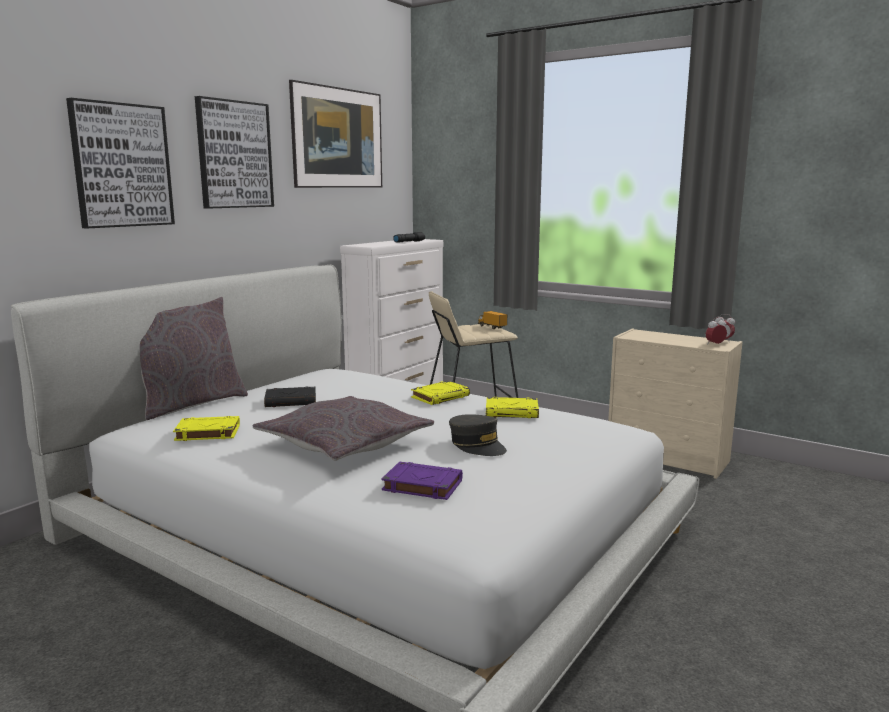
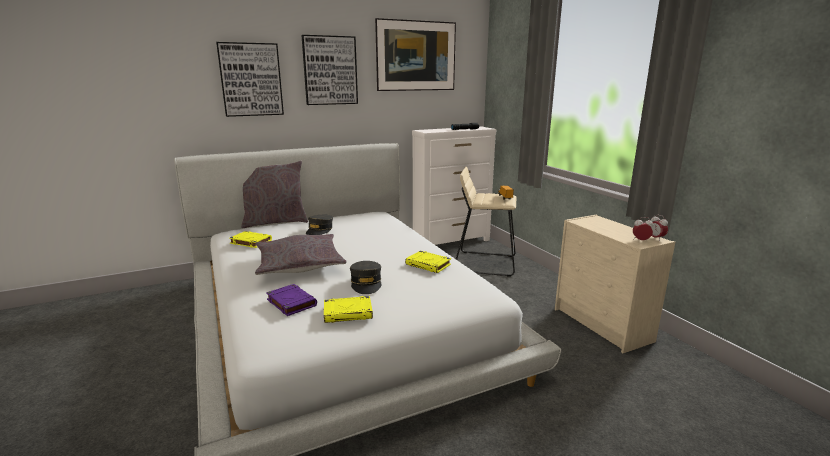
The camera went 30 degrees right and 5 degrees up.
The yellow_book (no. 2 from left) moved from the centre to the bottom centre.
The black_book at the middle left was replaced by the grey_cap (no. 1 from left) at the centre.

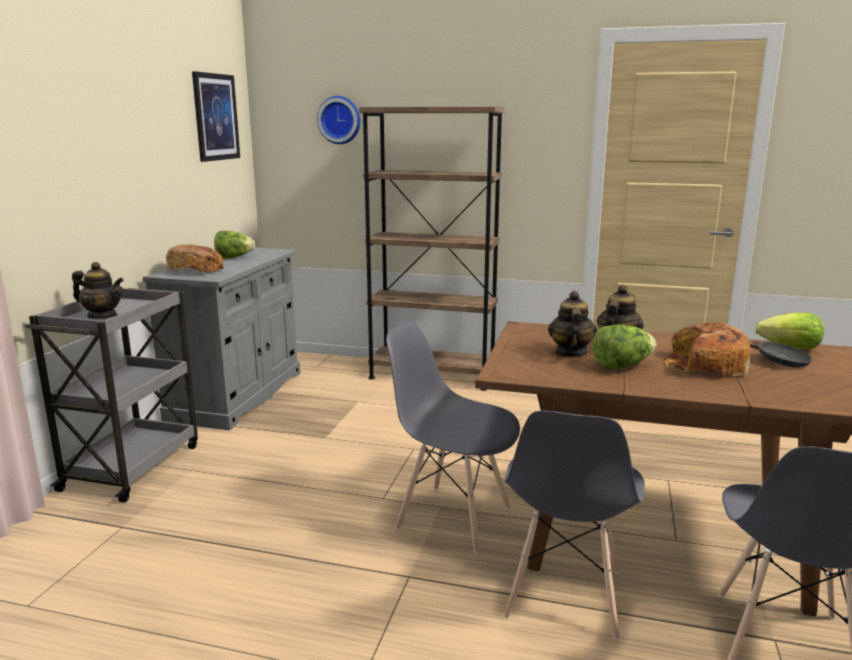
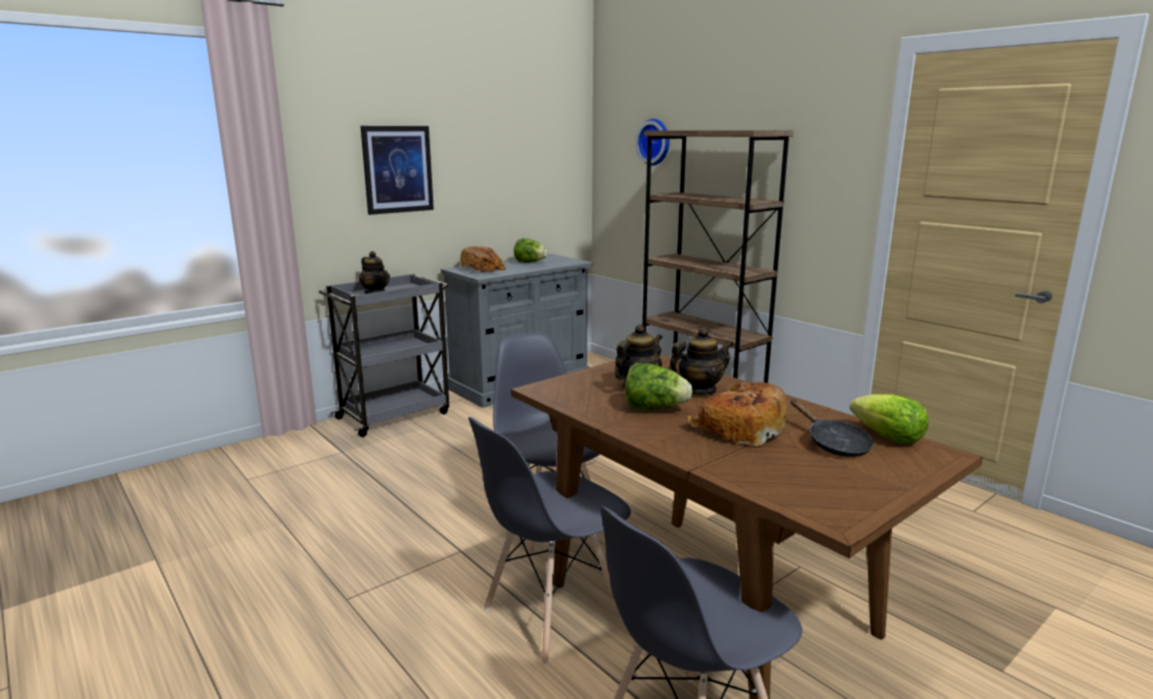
The camera went 35 degrees right and 0 degrees up.
The picture moved from the top left to the top centre.

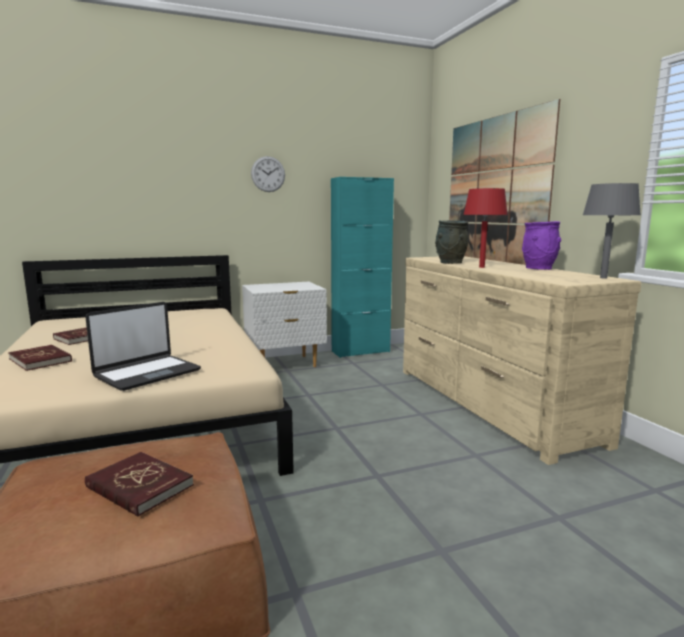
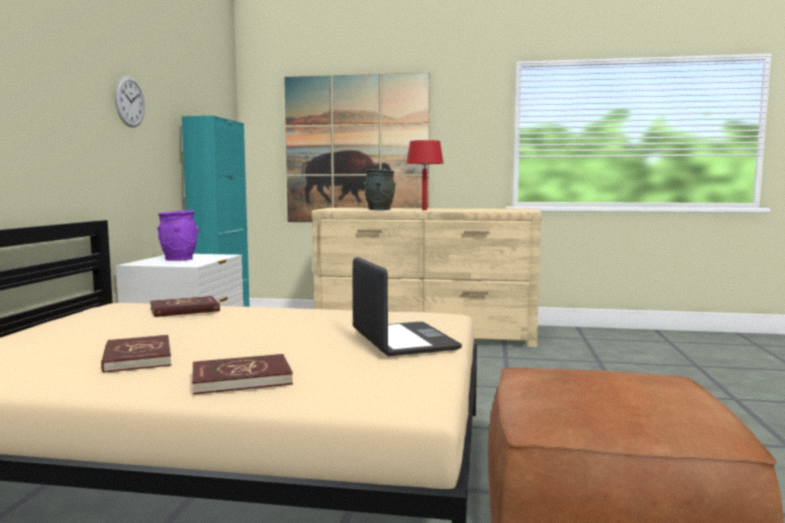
The camera went 60 degrees left and 5 degrees down.
The grey_table_lamp at the middle right disappeared.
The purple_vase moved from the middle right to the middle left.
The red_book (no. 3 from left in the first image) moved from the bottom left to the middle left.

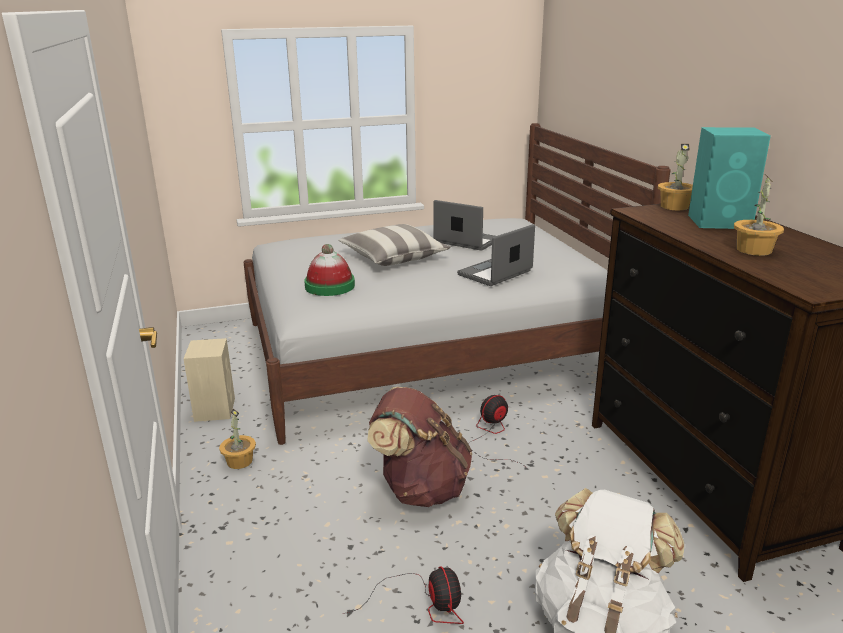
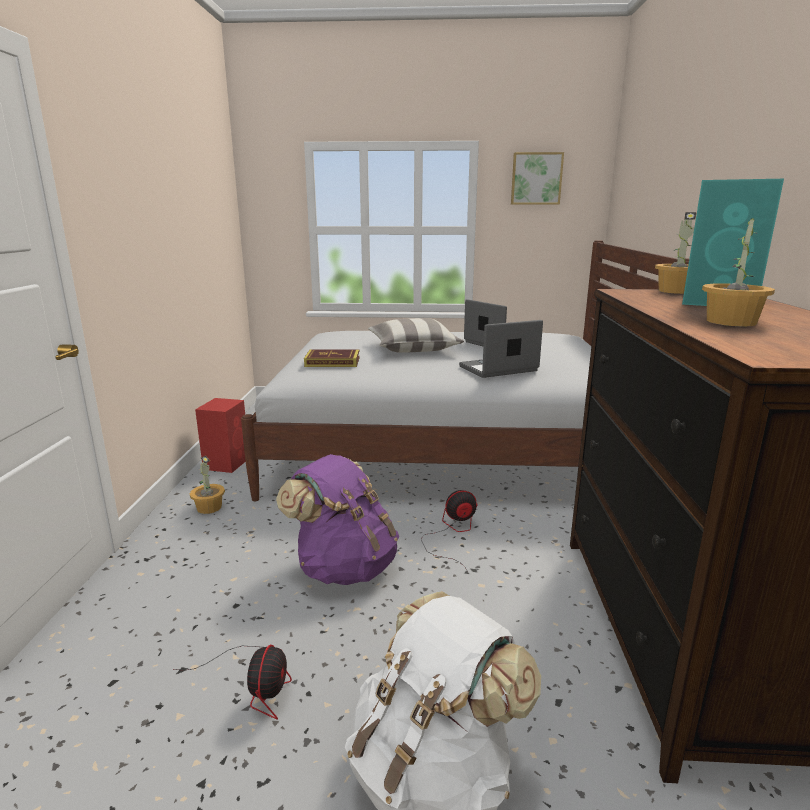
The camera went 20 degrees right and 5 degrees down.
The hat at the centre was replaced by the book at the centre.
The beige_speaker at the middle left became the red_speaker at the middle left.
The brown_backpack at the bottom centre became the purple_backpack at the centre.
The picture at the top centre appeared.

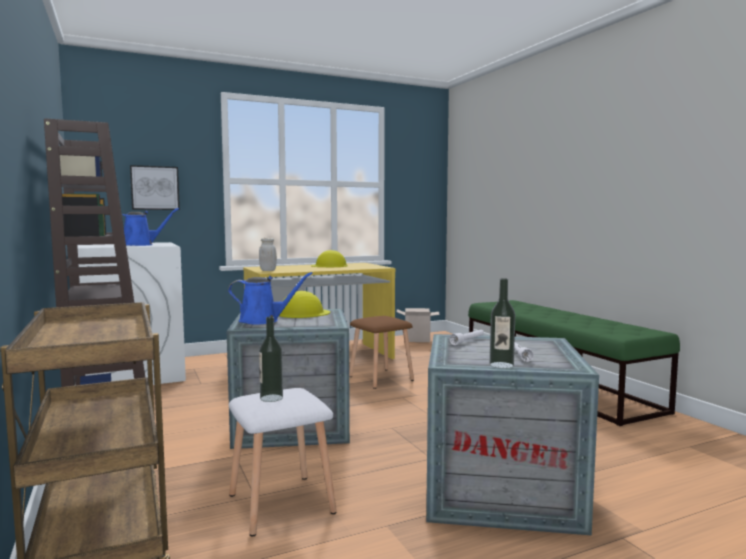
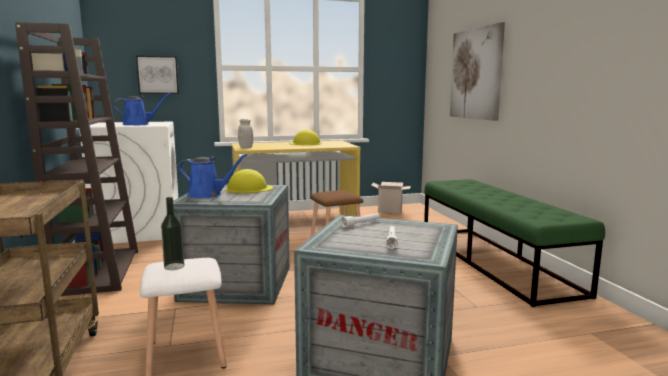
The camera went 10 degrees right and 5 degrees up.
The bottle (no. 2 from left) at the middle right disappeared.
The picture (no. 2 from left) at the top right appeared.

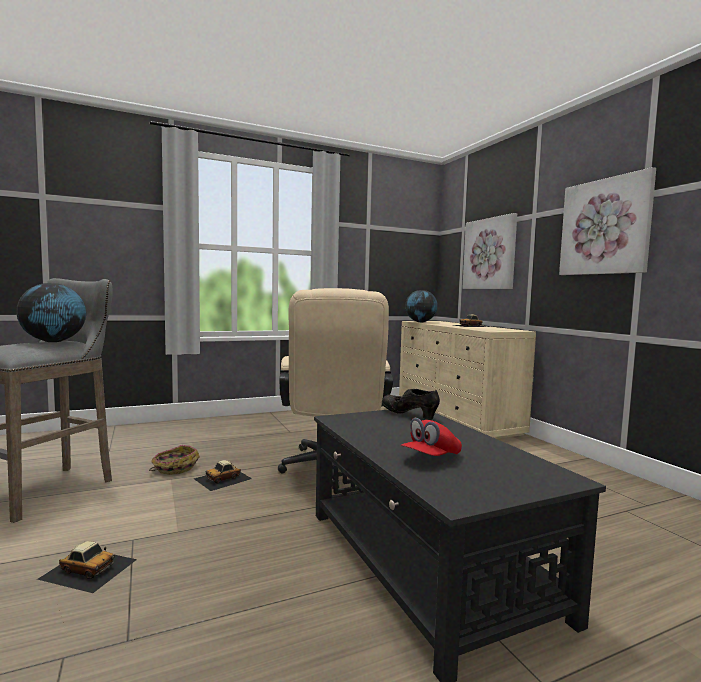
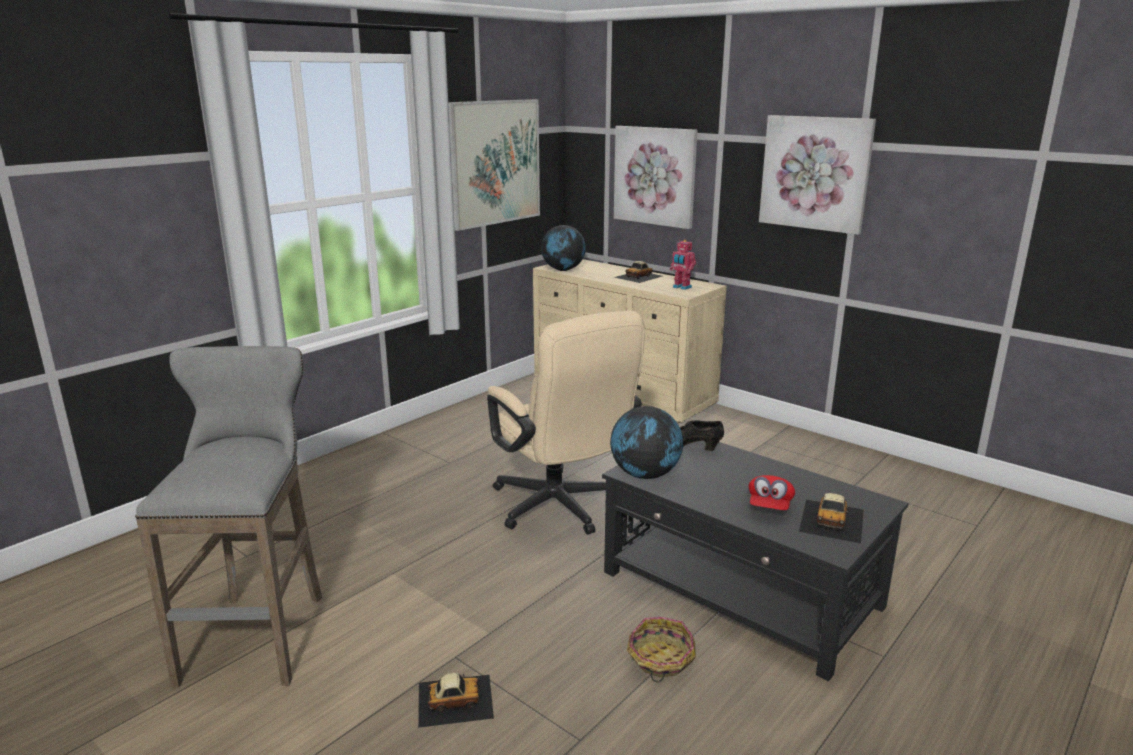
The camera went 25 degrees left and 15 degrees up.
The globe (no. 1 from left in the first image) moved from the middle left to the centre.
The basket moved from the bottom left to the bottom centre.
The toy_car (no. 2 from left in the first image) moved from the bottom left to the bottom right.
The picture (no. 1 from left) at the top centre appeared.
The toy_robot at the centre appeared.

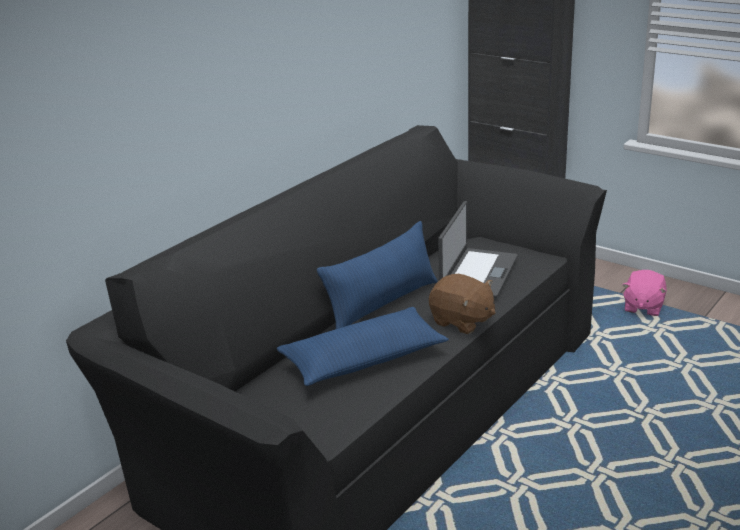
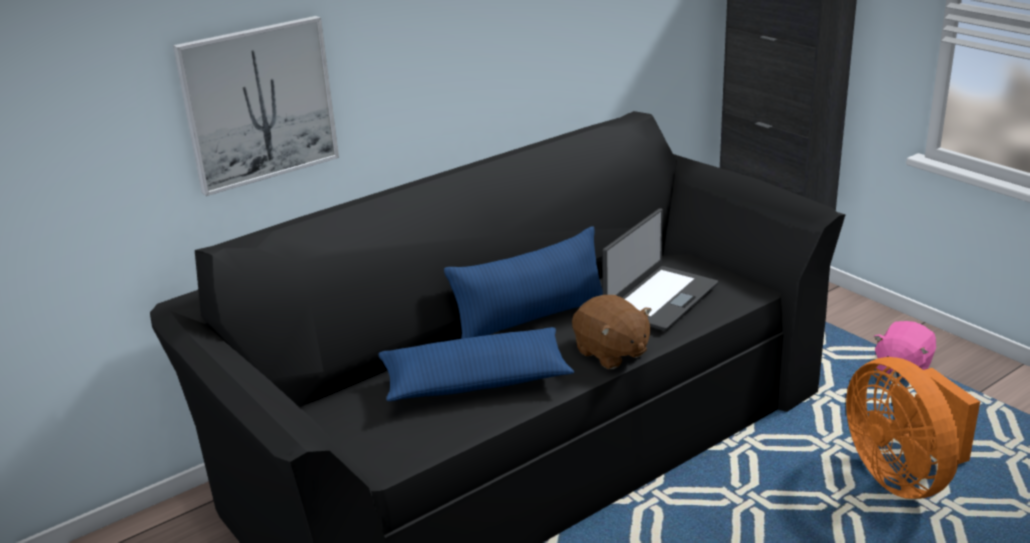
The camera went 15 degrees right and 0 degrees up.
The picture at the top left appeared.
The orange_fan at the bottom right appeared.

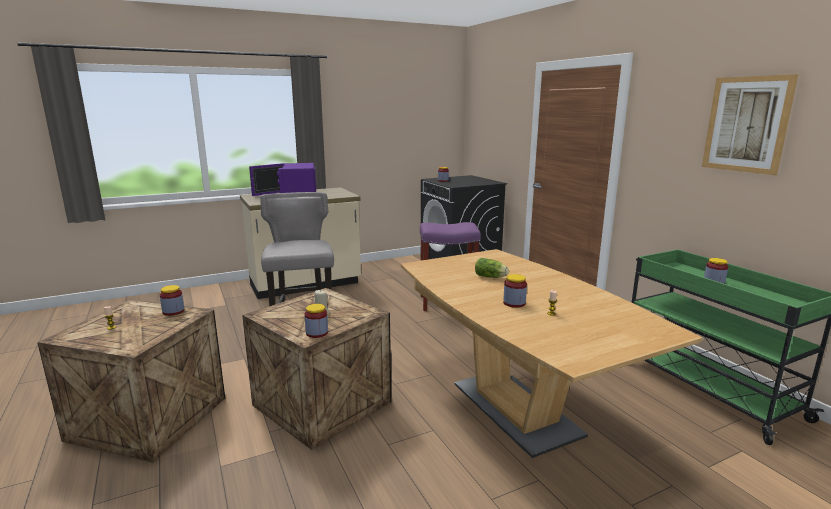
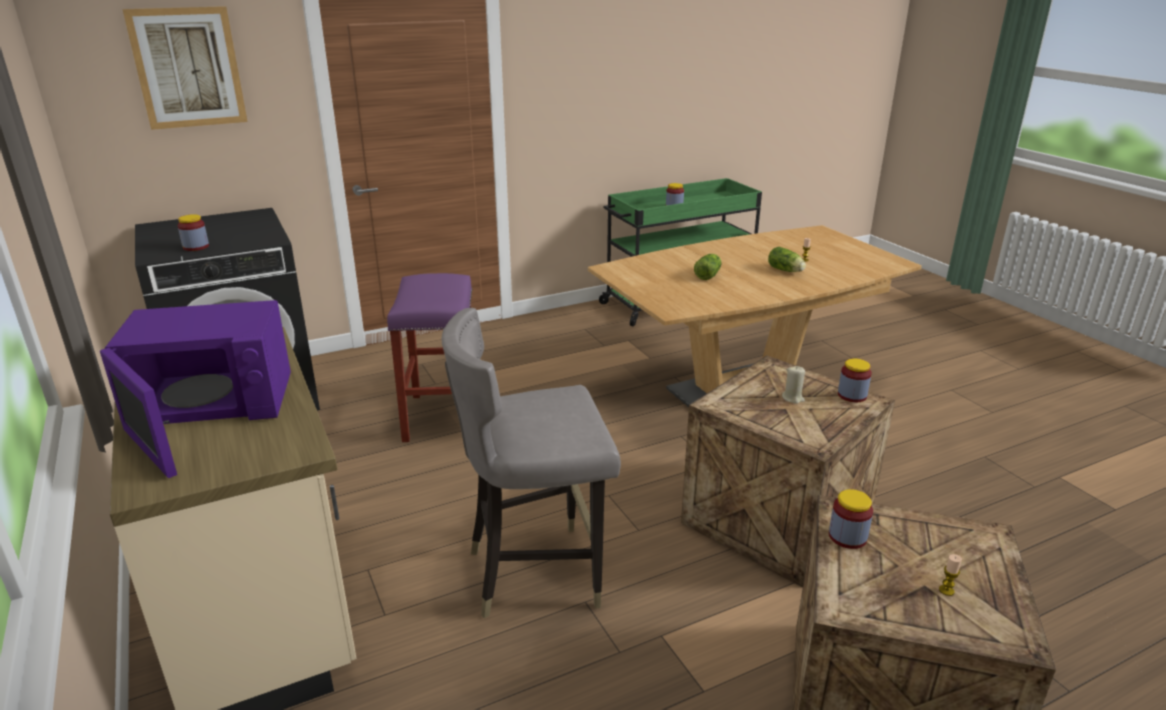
The camera went 90 degrees left and 10 degrees up.
The picture moved from the top right to the top left.
The jar (no. 4 from left) at the centre was replaced by the lettuce (no. 2 from left) at the middle right.

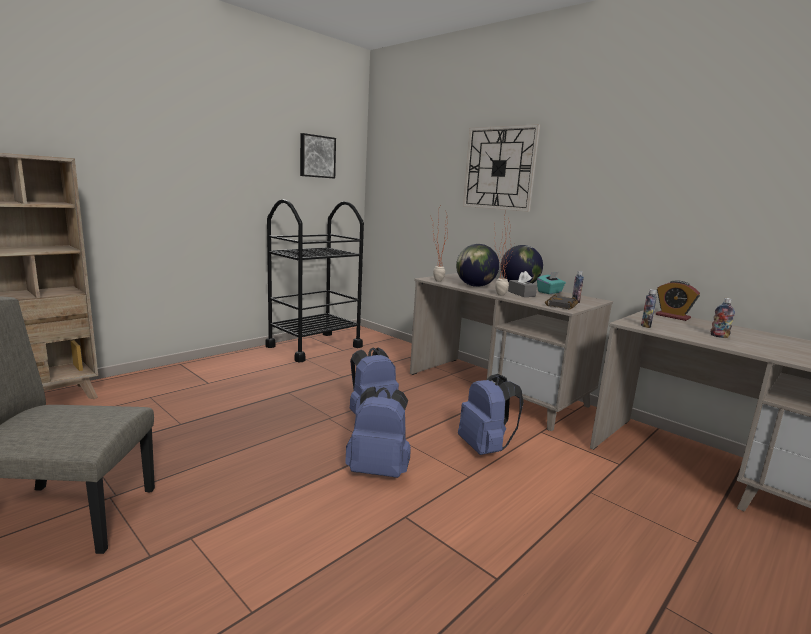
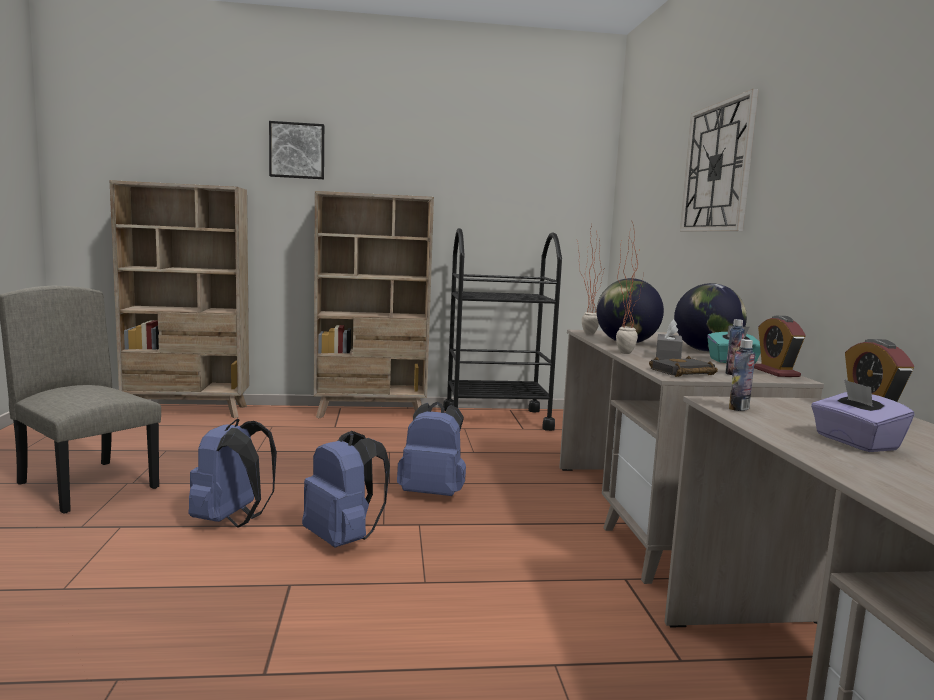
The camera went 40 degrees right and 5 degrees down.
The picture moved from the top centre to the top left.
The bottle (no. 3 from left) at the middle right was replaced by the purple_tissue_box at the middle right.
The blue_backpack (no. 3 from left in the first image) moved from the centre to the bottom left.
The beige_bookcase (no. 2 from left) at the centre appeared.
The alarm_clock (no. 1 from left) at the middle right appeared.

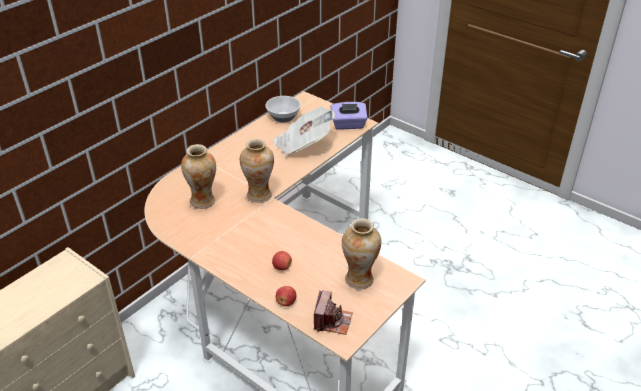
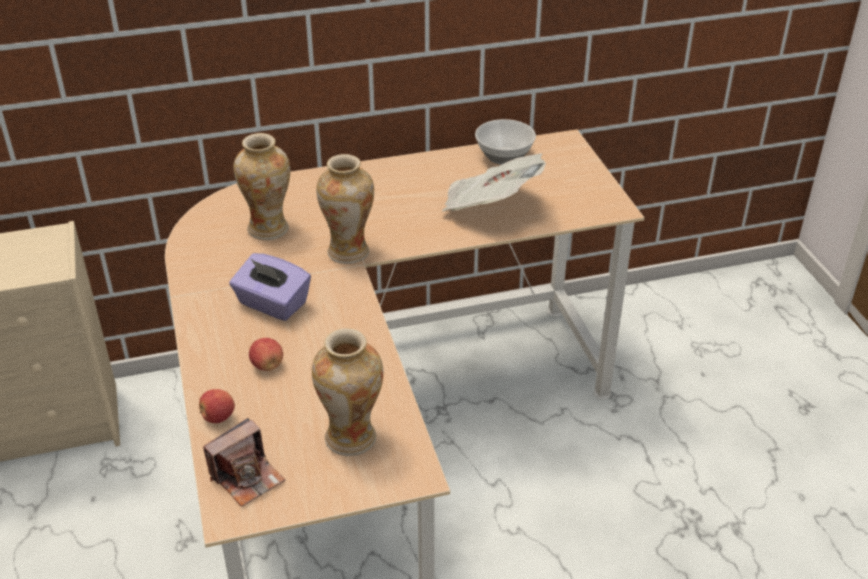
The camera went 35 degrees right and 0 degrees up.
The purple_tissue_box moved from the top centre to the middle left.

